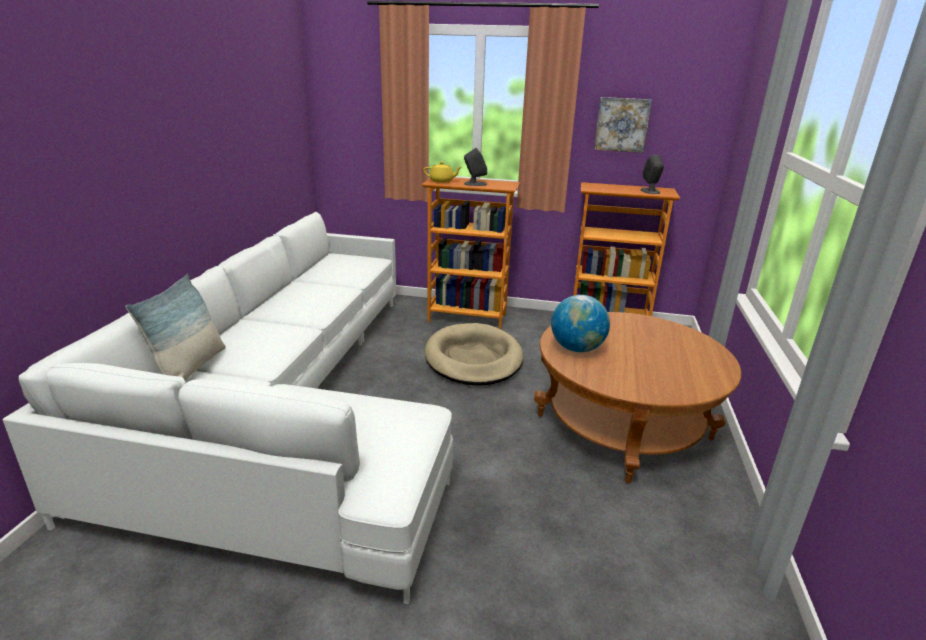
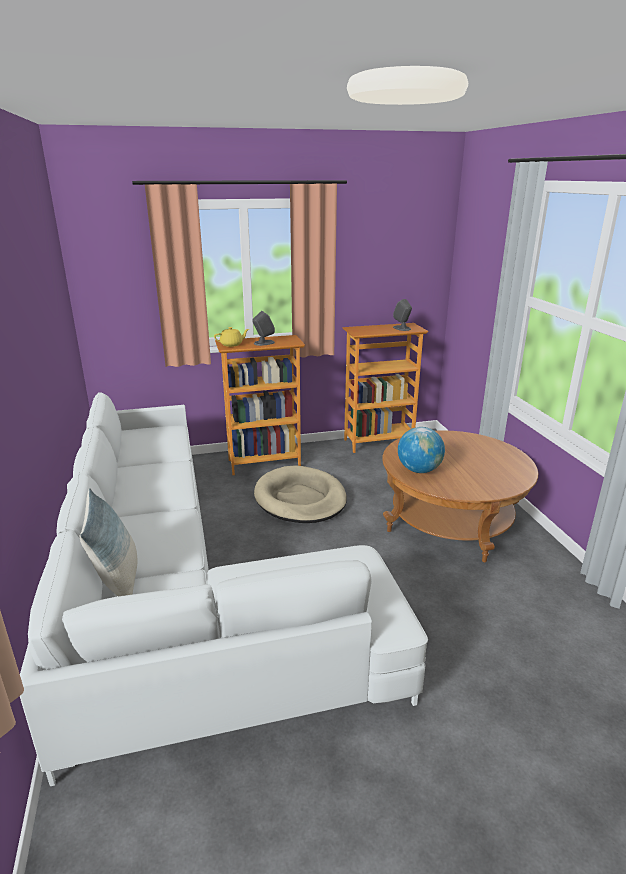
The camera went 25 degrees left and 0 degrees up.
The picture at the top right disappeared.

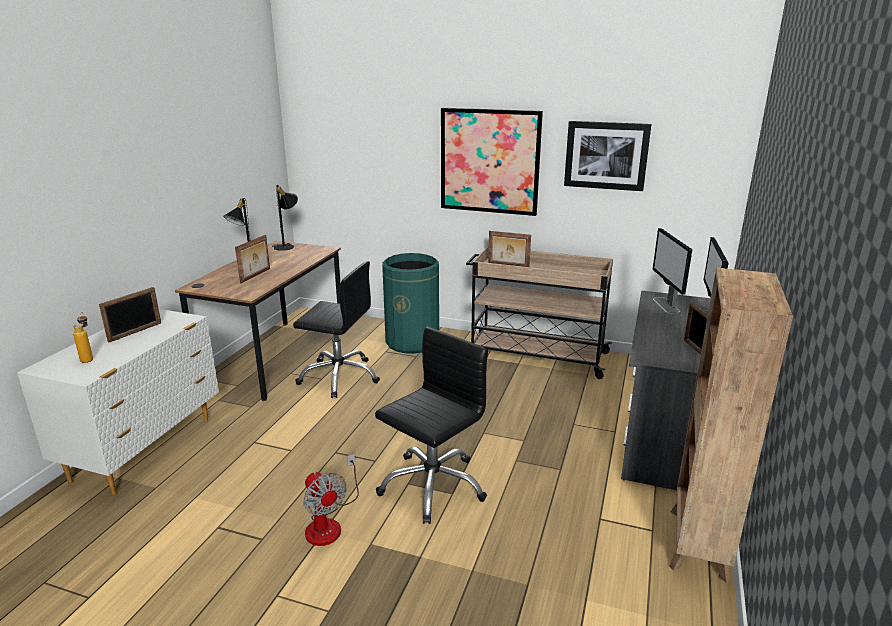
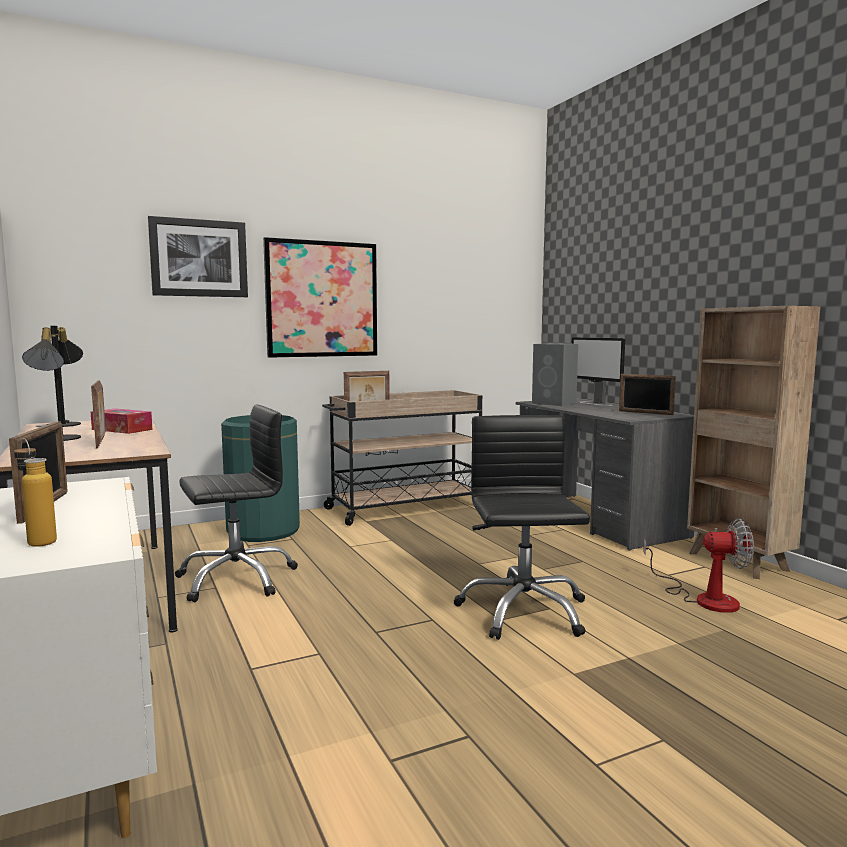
The camera went 45 degrees left and 15 degrees down.
The picture (no. 2 from left in the first image) moved from the top right to the top left.
The monitor (no. 1 from left) at the middle right was replaced by the grey_speaker at the centre.
The fan moved from the bottom centre to the bottom right.
The tissue_box at the middle left appeared.

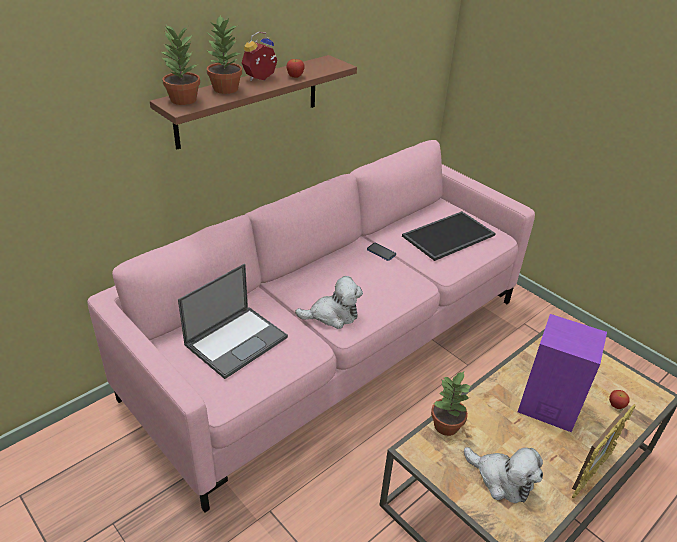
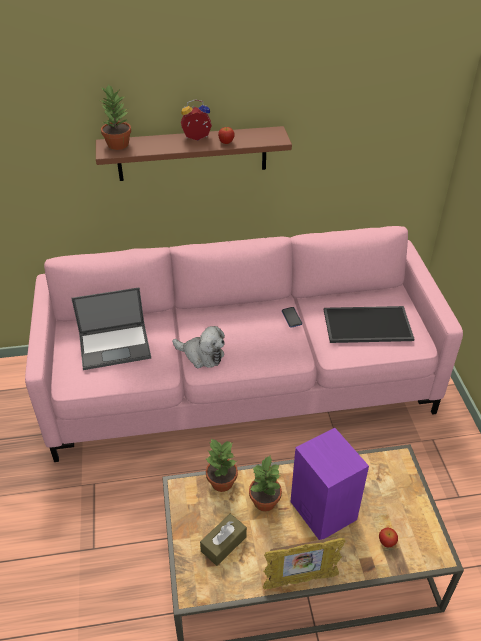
The camera went 35 degrees right and 5 degrees up.
The potted_plant (no. 2 from left in the first image) moved from the top left to the bottom centre.
The plush_toy (no. 2 from left) at the bottom right was replaced by the brown_tissue_box at the bottom centre.

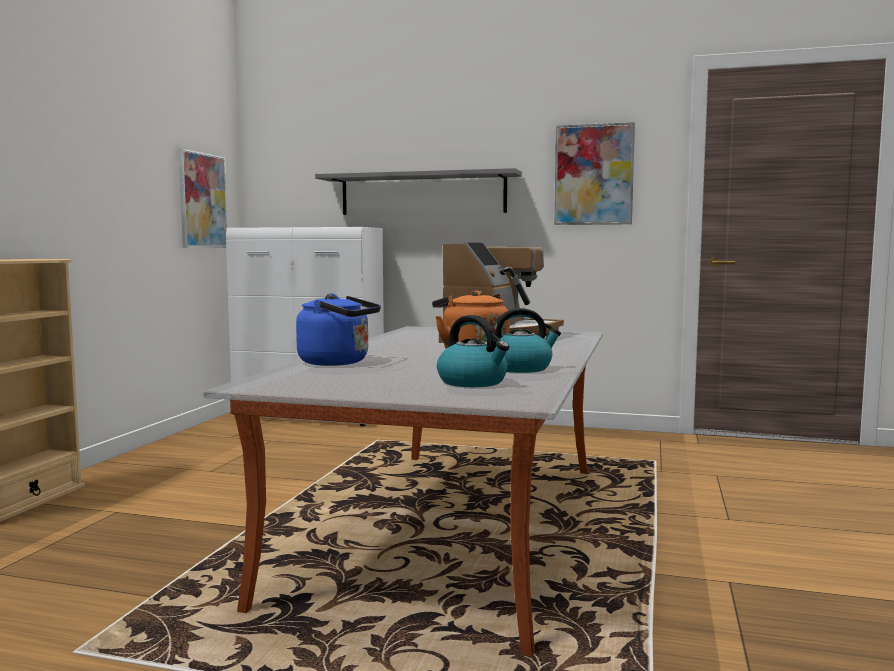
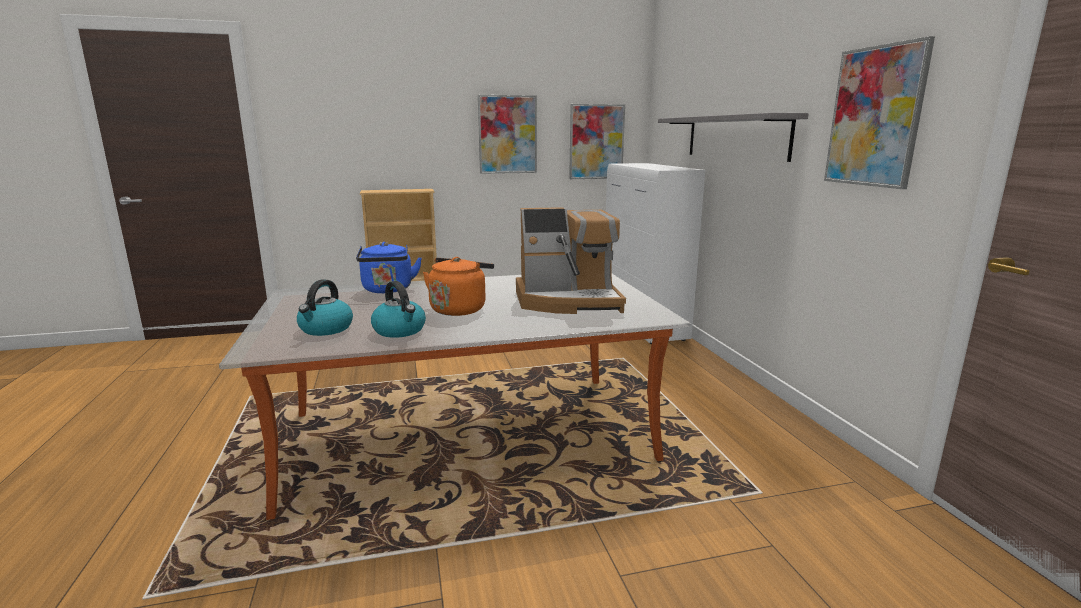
The camera went 60 degrees right and 10 degrees up.
The picture (no. 1 from left) at the top centre appeared.

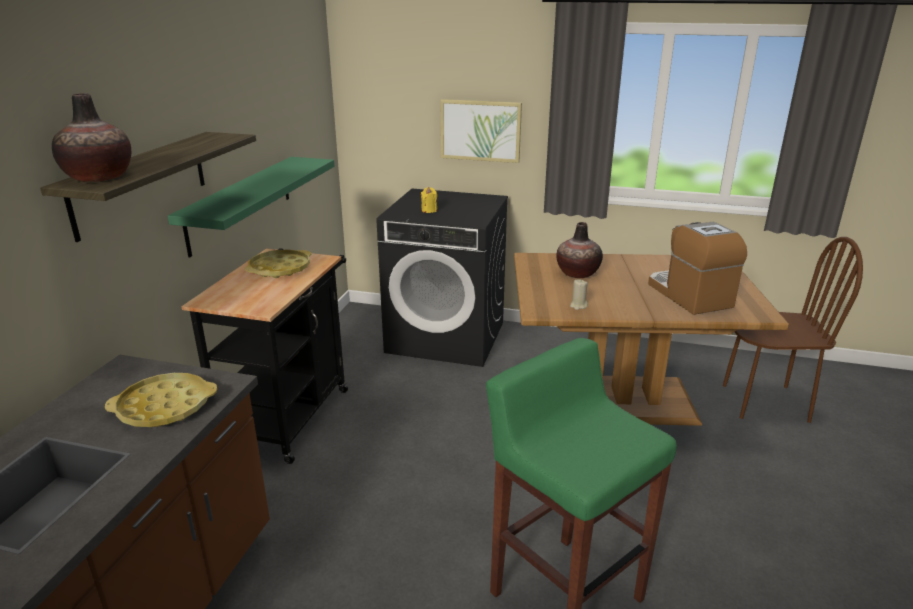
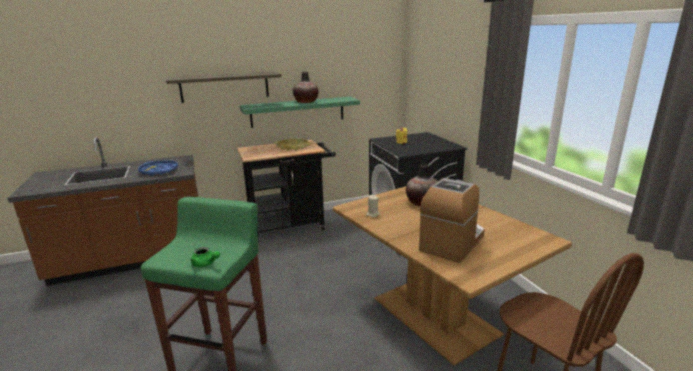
The camera went 55 degrees right and 5 degrees down.
The vase (no. 1 from left) moved from the top left to the top centre.
The picture at the top centre disappeared.
The yellow_tray (no. 1 from left) at the middle left became the blue_tray at the middle left.
The green_teapot at the bottom left appeared.

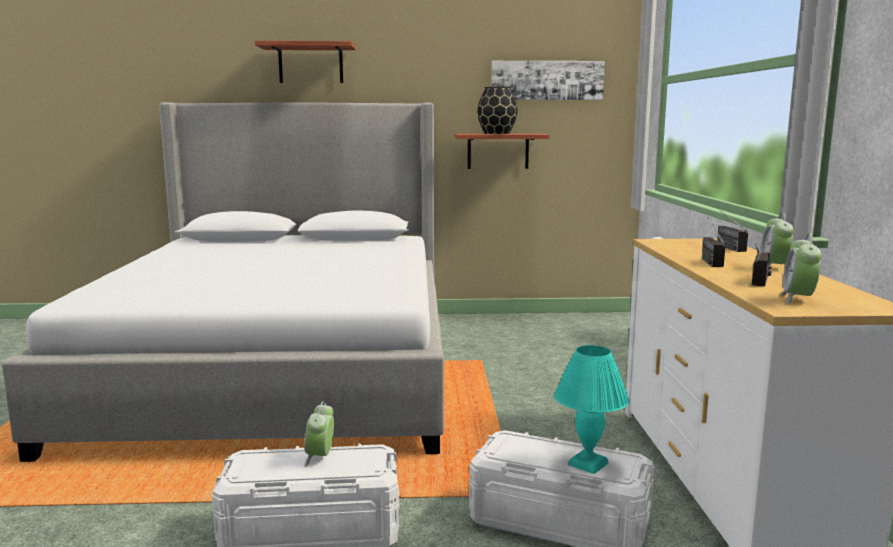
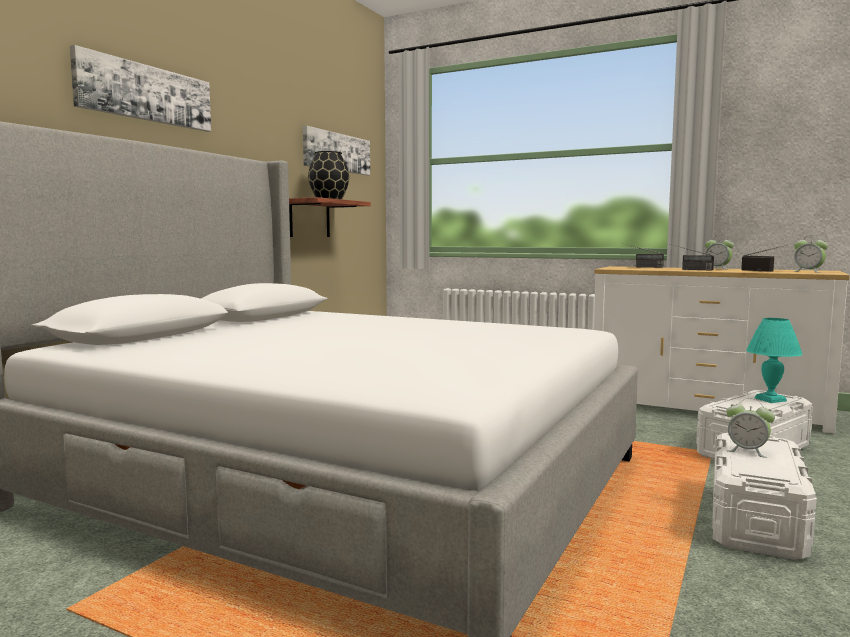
The camera went 60 degrees left and 5 degrees down.
The shelf (no. 1 from left) at the top centre was replaced by the picture (no. 1 from left) at the top left.

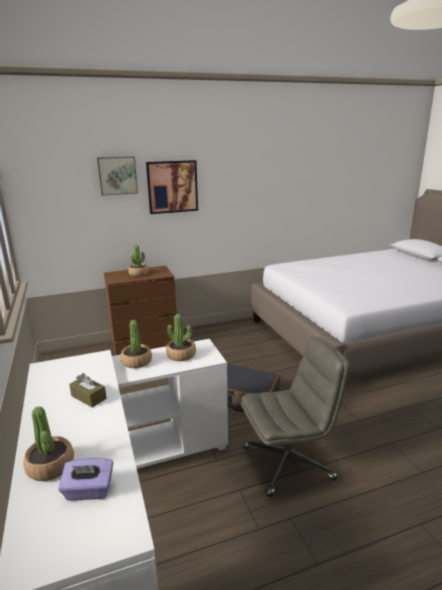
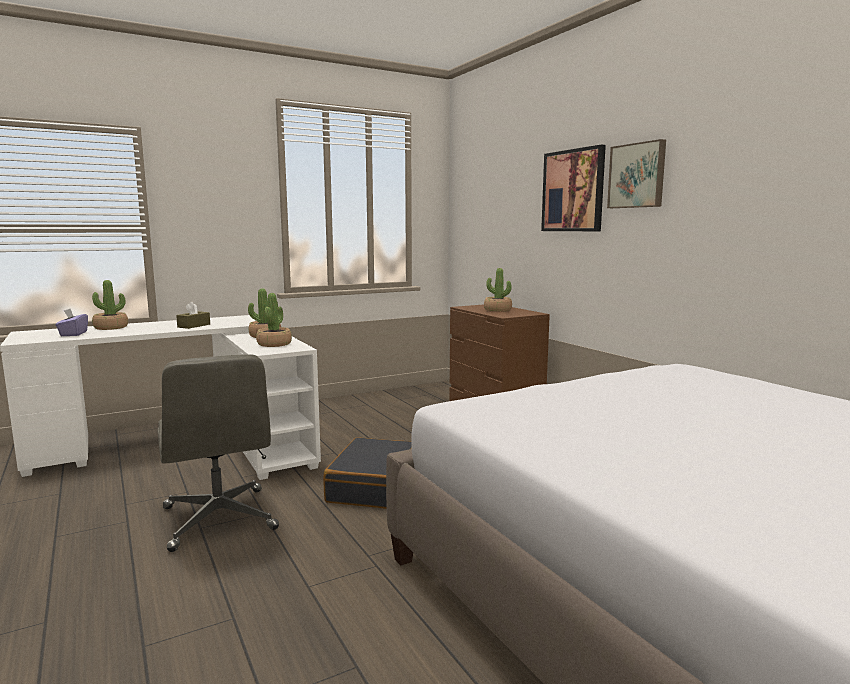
The camera went 80 degrees right and 10 degrees down.
The picture (no. 1 from left in the first image) moved from the top left to the top right.

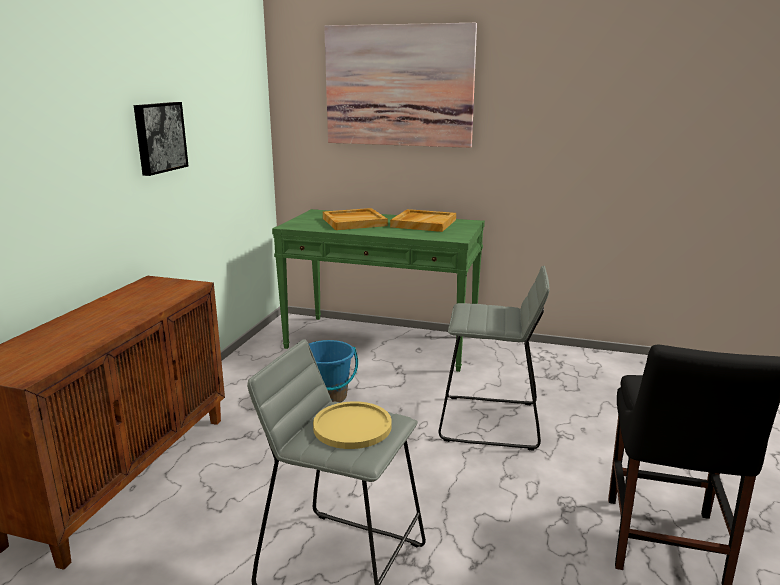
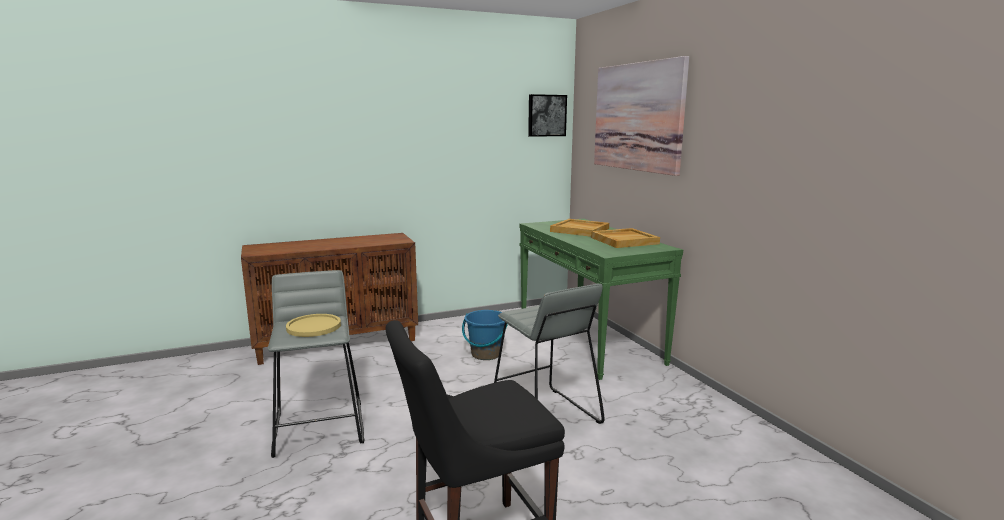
The camera went 50 degrees right and 5 degrees down.
The picture (no. 1 from left) moved from the top left to the top centre.

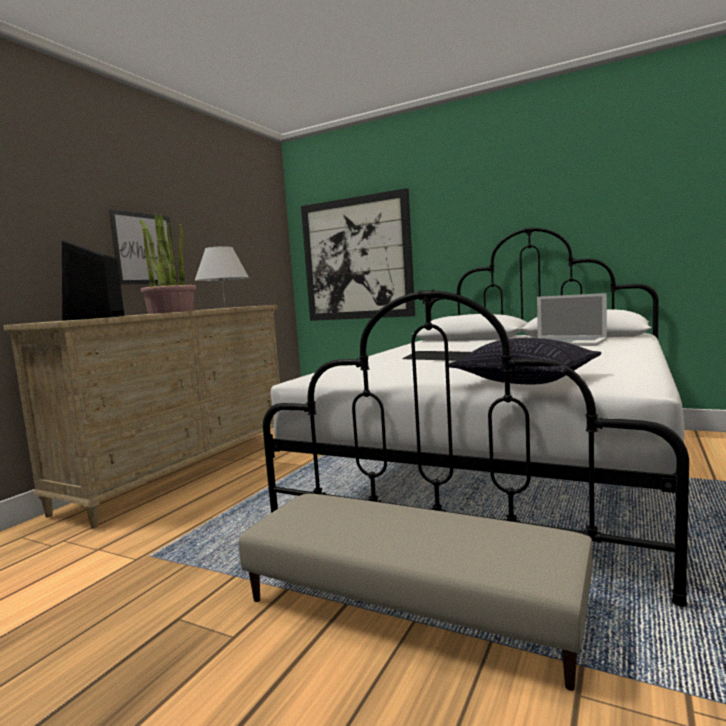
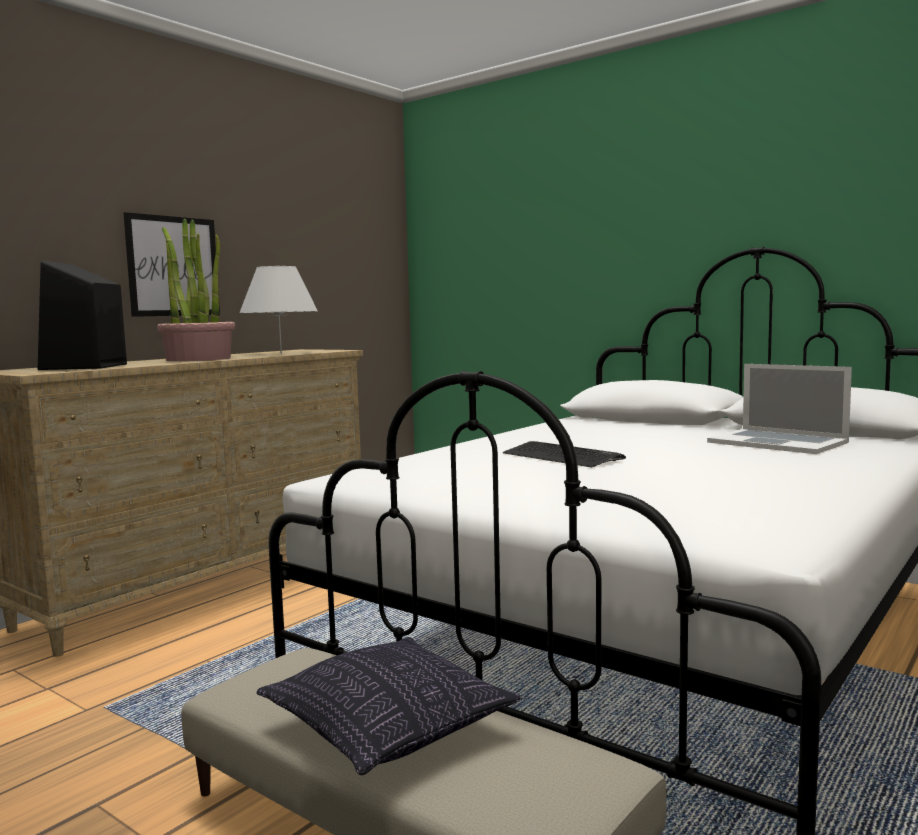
The camera went 10 degrees right and 0 degrees up.
The picture (no. 2 from left) at the centre disappeared.
The pillow moved from the middle right to the bottom centre.

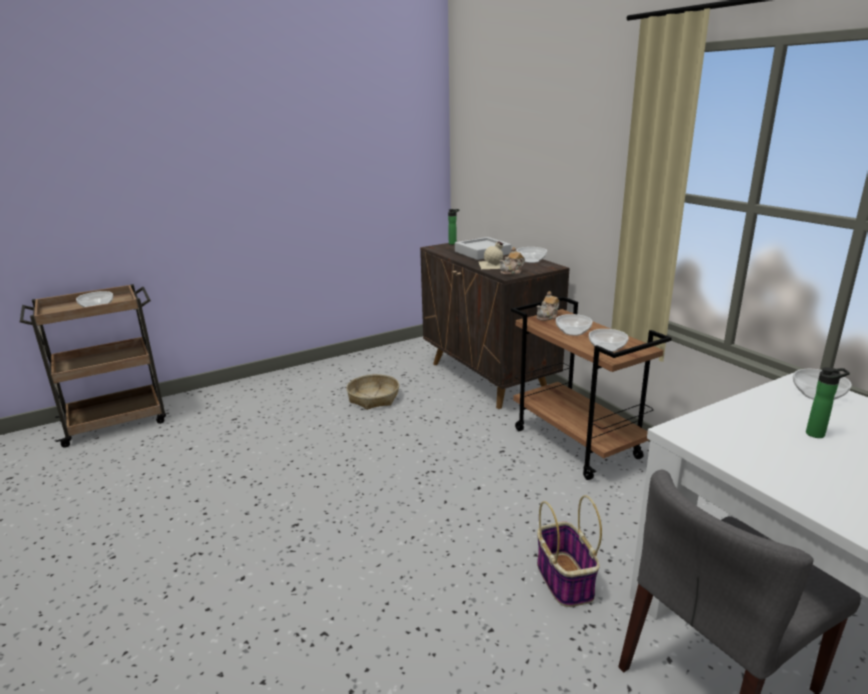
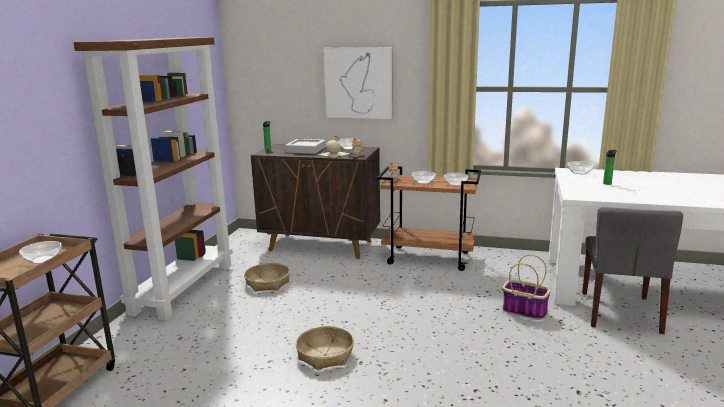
The camera went 45 degrees left and 5 degrees down.
The brown_bookcase at the middle left appeared.
The picture at the top centre appeared.
The basket (no. 2 from left) at the bottom centre appeared.

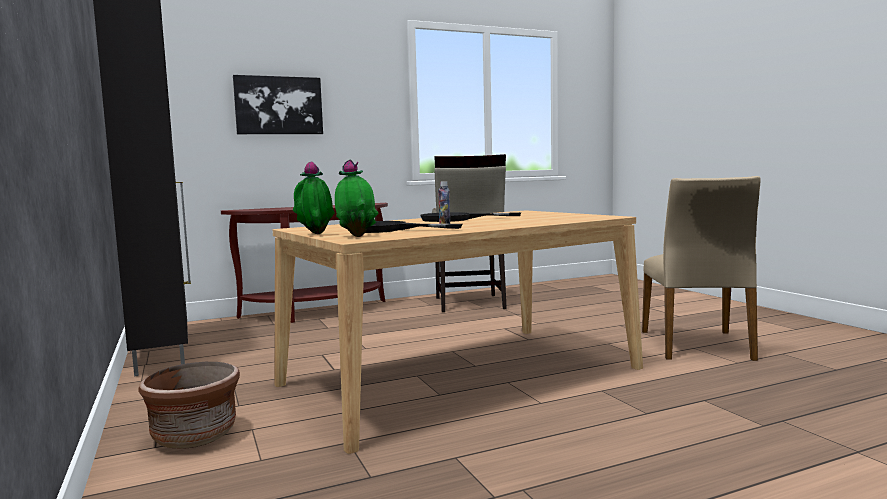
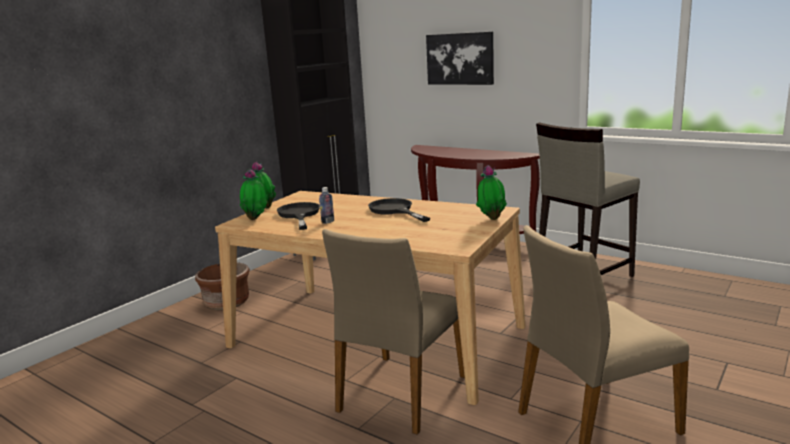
The camera went 60 degrees right and 10 degrees up.
The potted_plant (no. 3 from left) at the centre appeared.
The beige_chair (no. 1 from left) at the bottom centre appeared.

